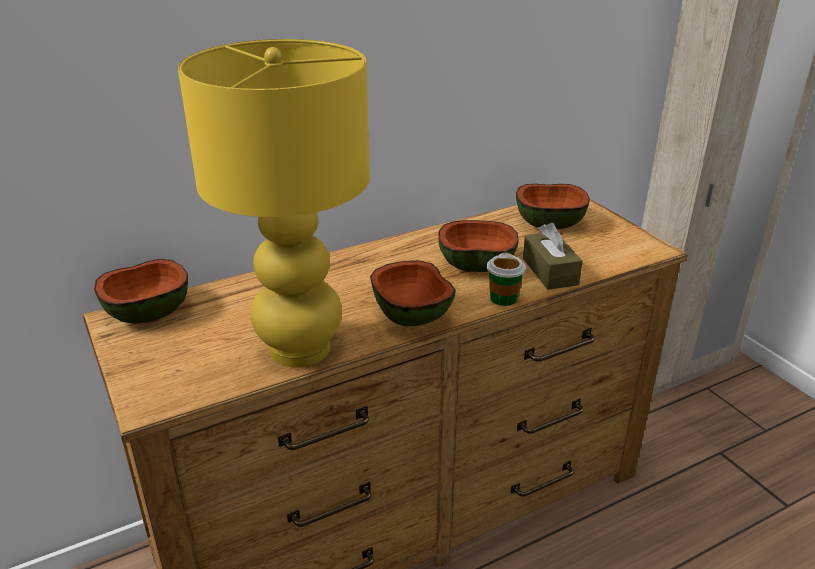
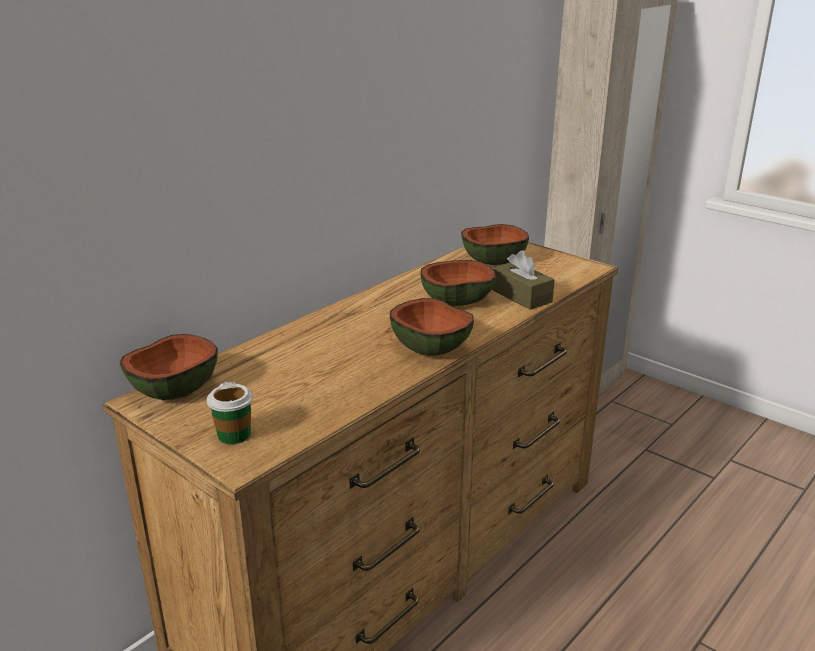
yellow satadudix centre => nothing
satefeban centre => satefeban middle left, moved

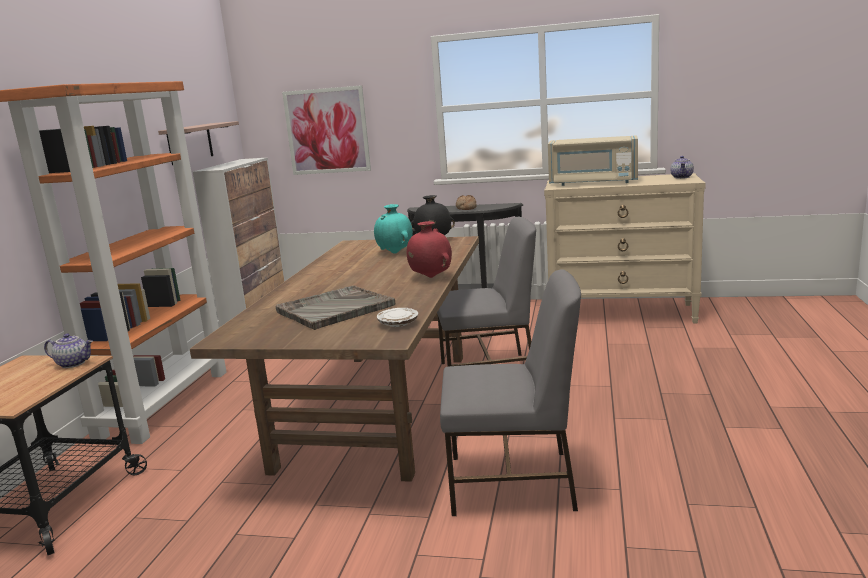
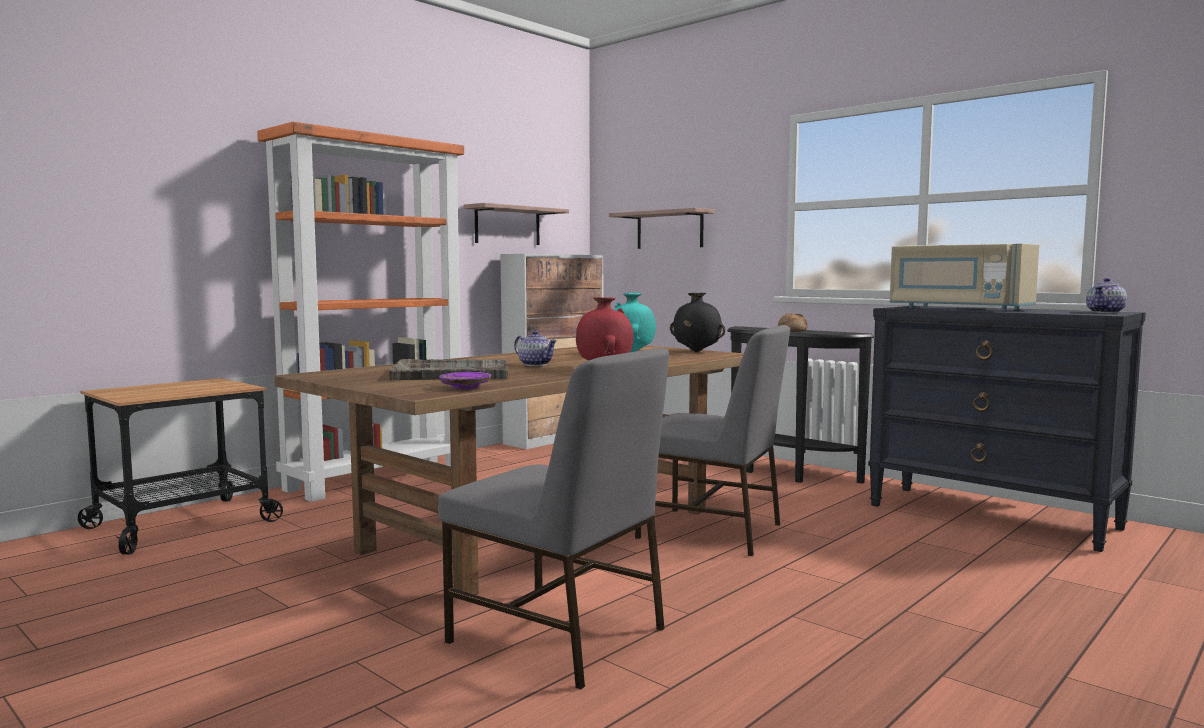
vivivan (1st from left) middle left => vivivan (1st from left) centre, moved
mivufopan top centre => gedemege (2nd from left) top centre
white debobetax centre => purple debobetax centre
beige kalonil middle right => black kalonil middle right

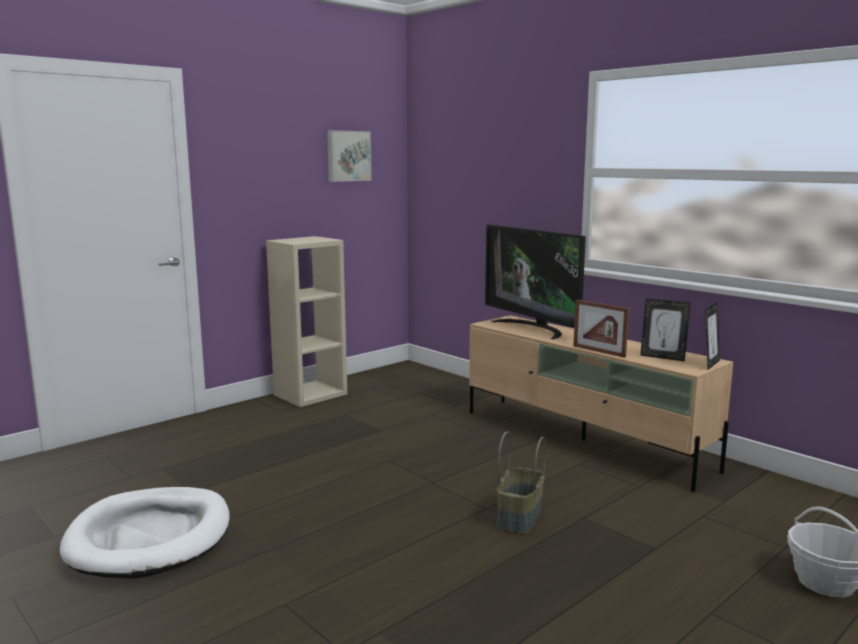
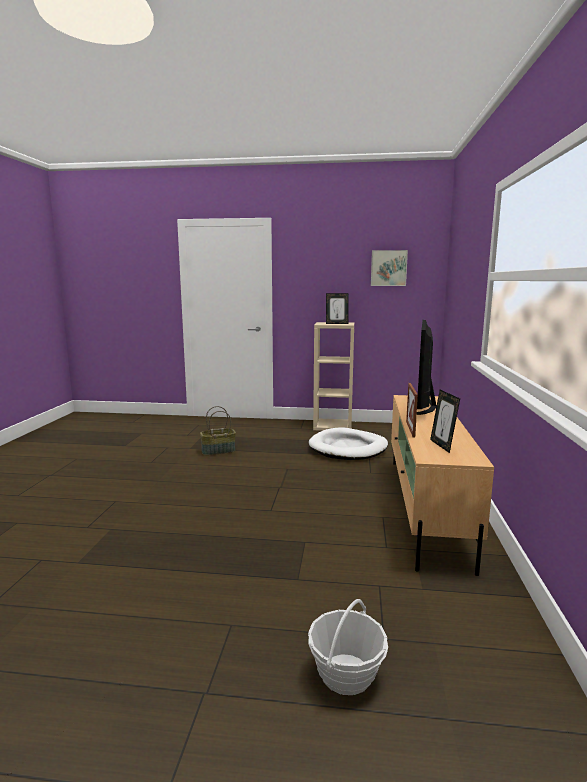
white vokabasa bottom left => white vokabasa centre, moved
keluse (1st from left) bottom centre => keluse (1st from left) centre, moved
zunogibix (3rd from left in the first image) middle right => zunogibix (1st from left) centre, moved

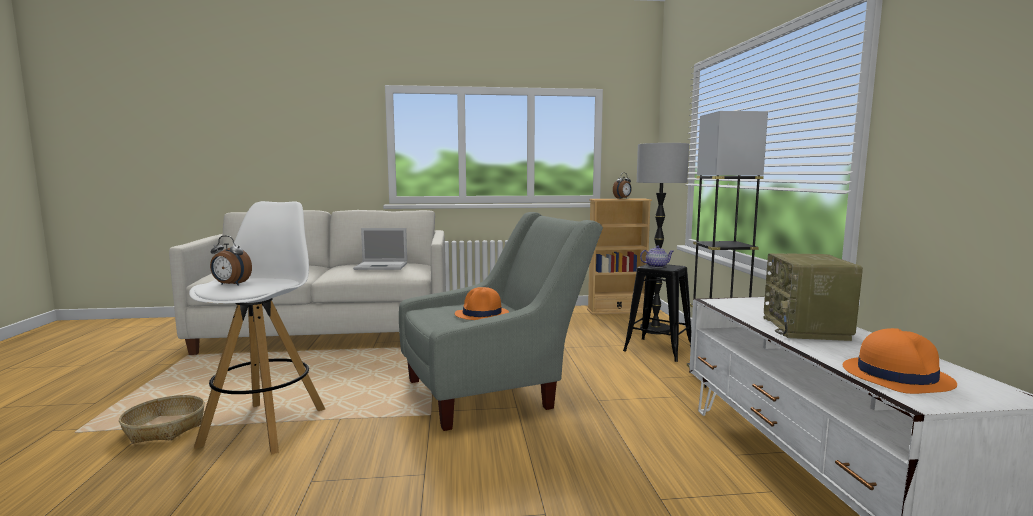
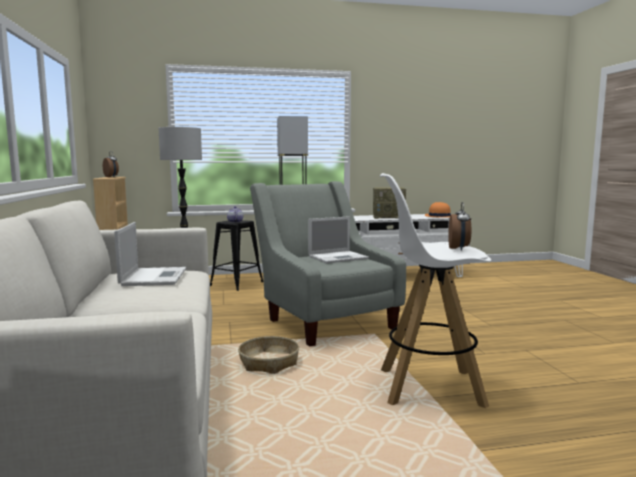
keluse bottom left => keluse bottom centre, moved
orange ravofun (1st from left) centre => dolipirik (2nd from left) centre

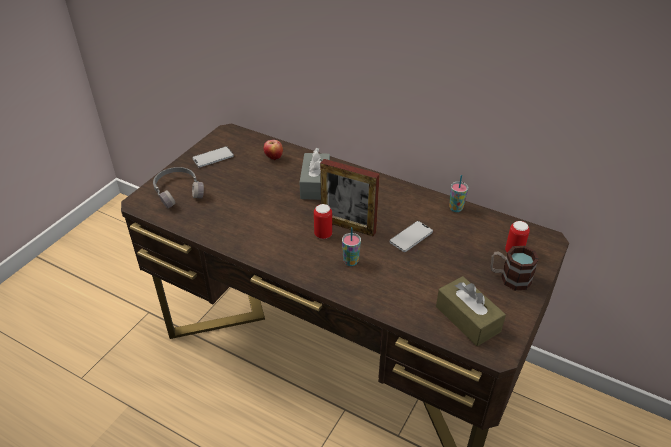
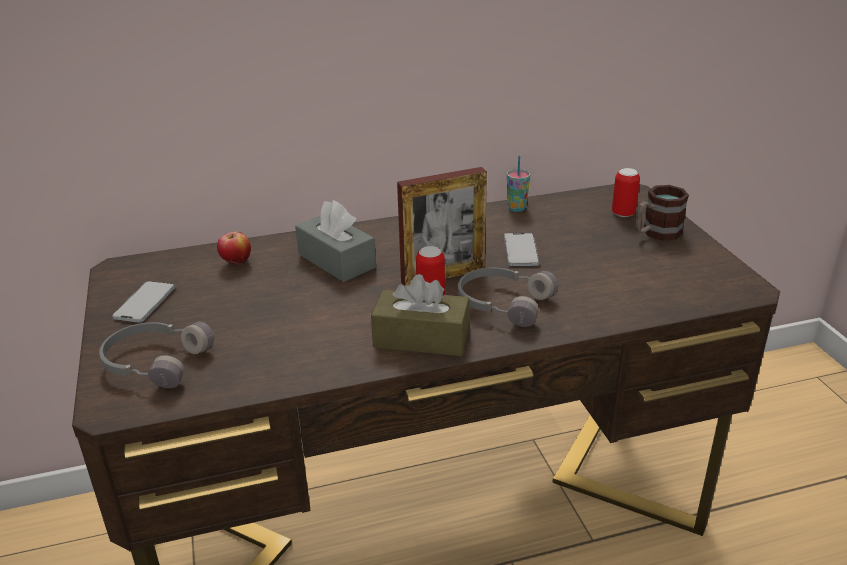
satefeban (1st from left) centre => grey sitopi (2nd from left) centre
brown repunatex bottom right => brown repunatex centre, moved

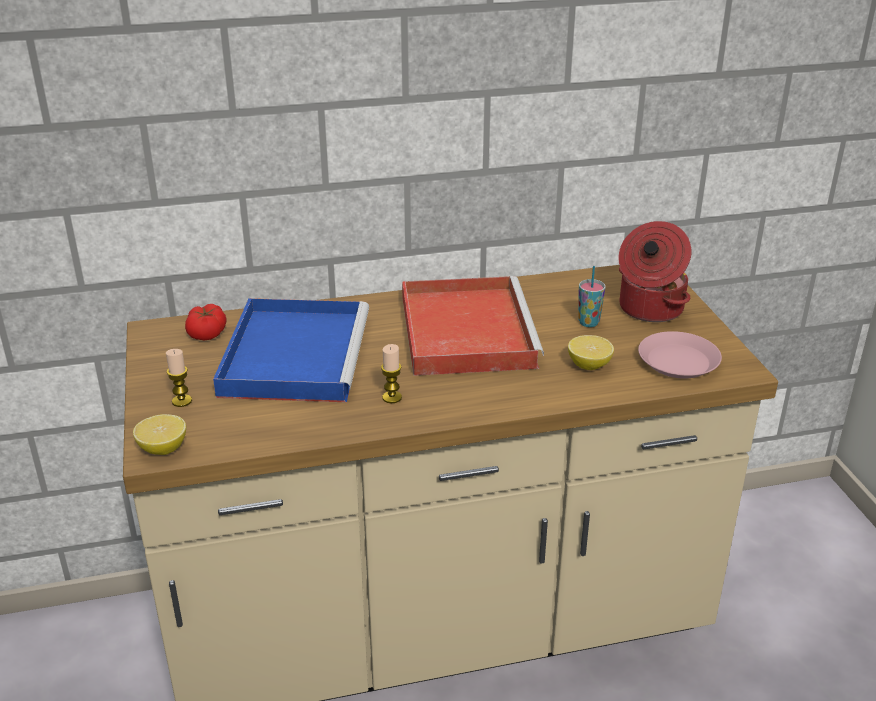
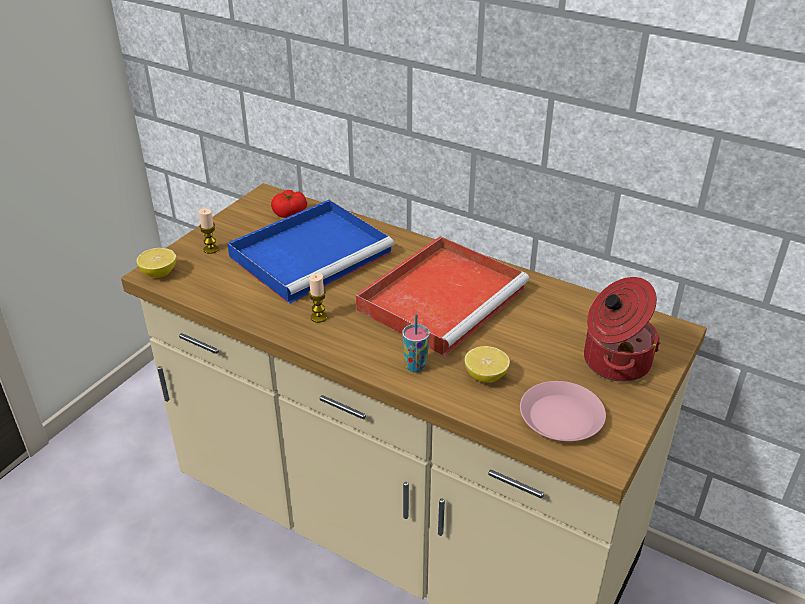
satefeban middle right => satefeban centre, moved

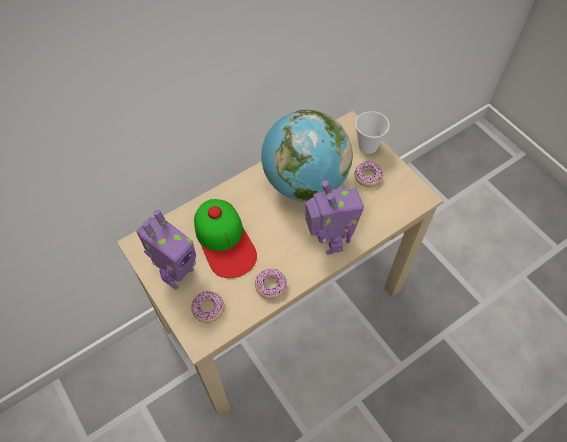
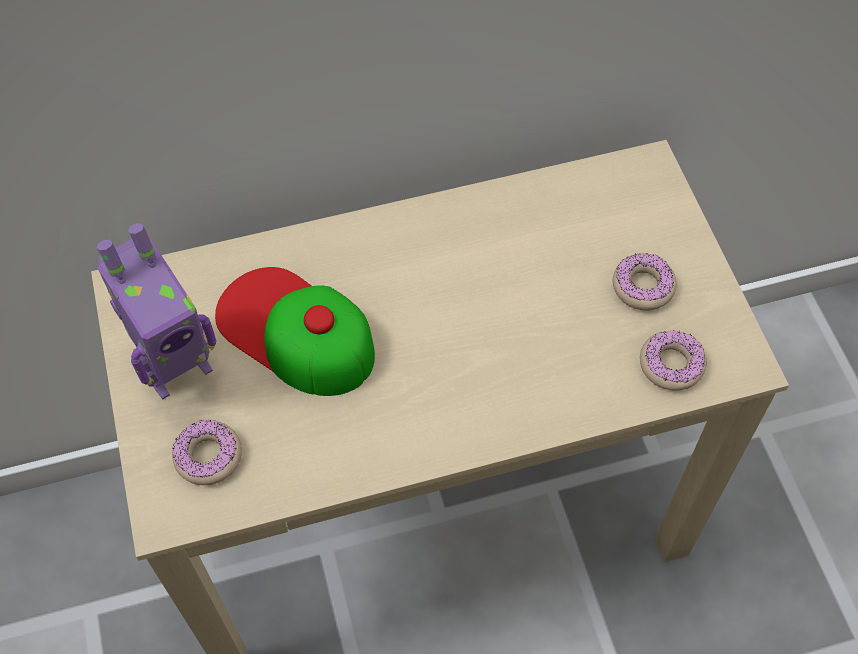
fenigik centre, 135 degrees clockwise
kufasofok (2nd from left in the first image) centre => kufasofok (3rd from left) middle right, moved
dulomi centre => nothing
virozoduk (2nd from left) centre => nothing
satefeban top centre => nothing

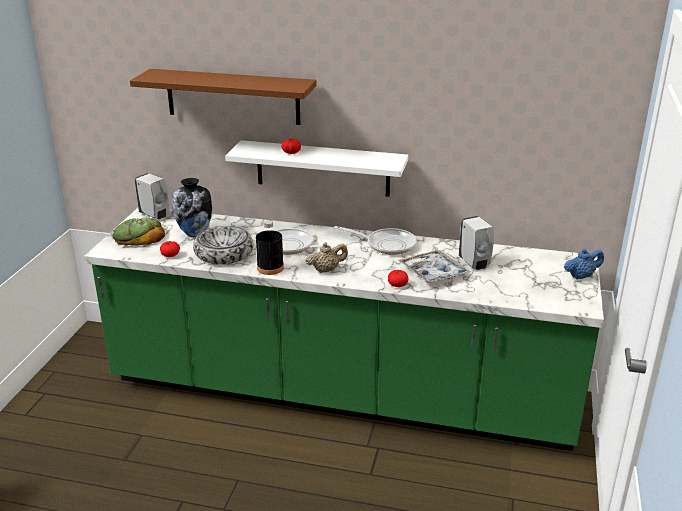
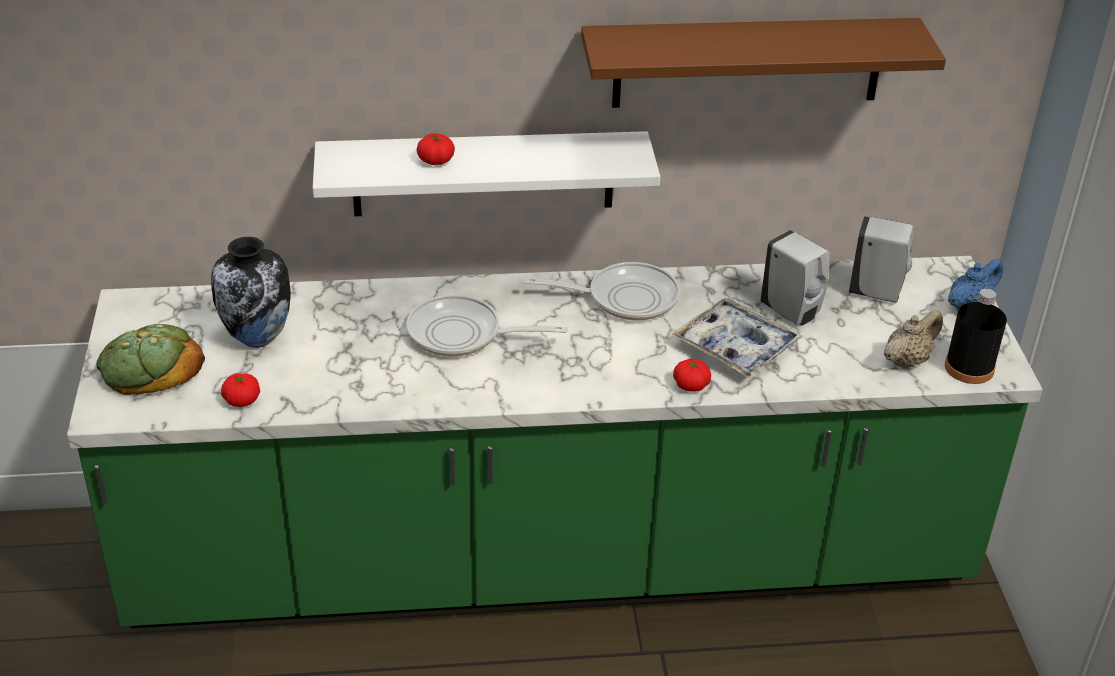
brown gedemege top left => brown gedemege top right, moved
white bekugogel (1st from left in the first image) middle left => white bekugogel (2nd from left) middle right, moved
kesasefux middle left => nothing
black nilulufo centre => black nilulufo middle right, moved
beige vivivan centre => beige vivivan middle right, moved

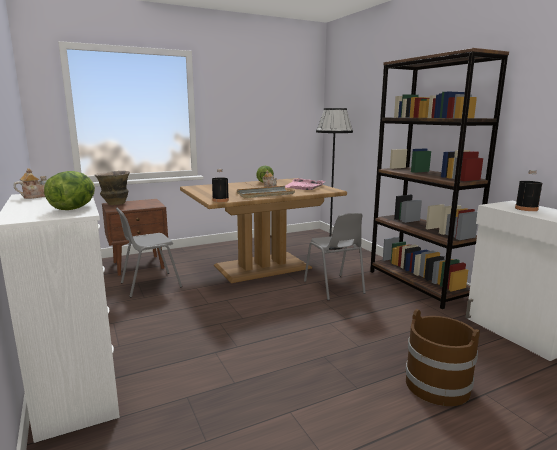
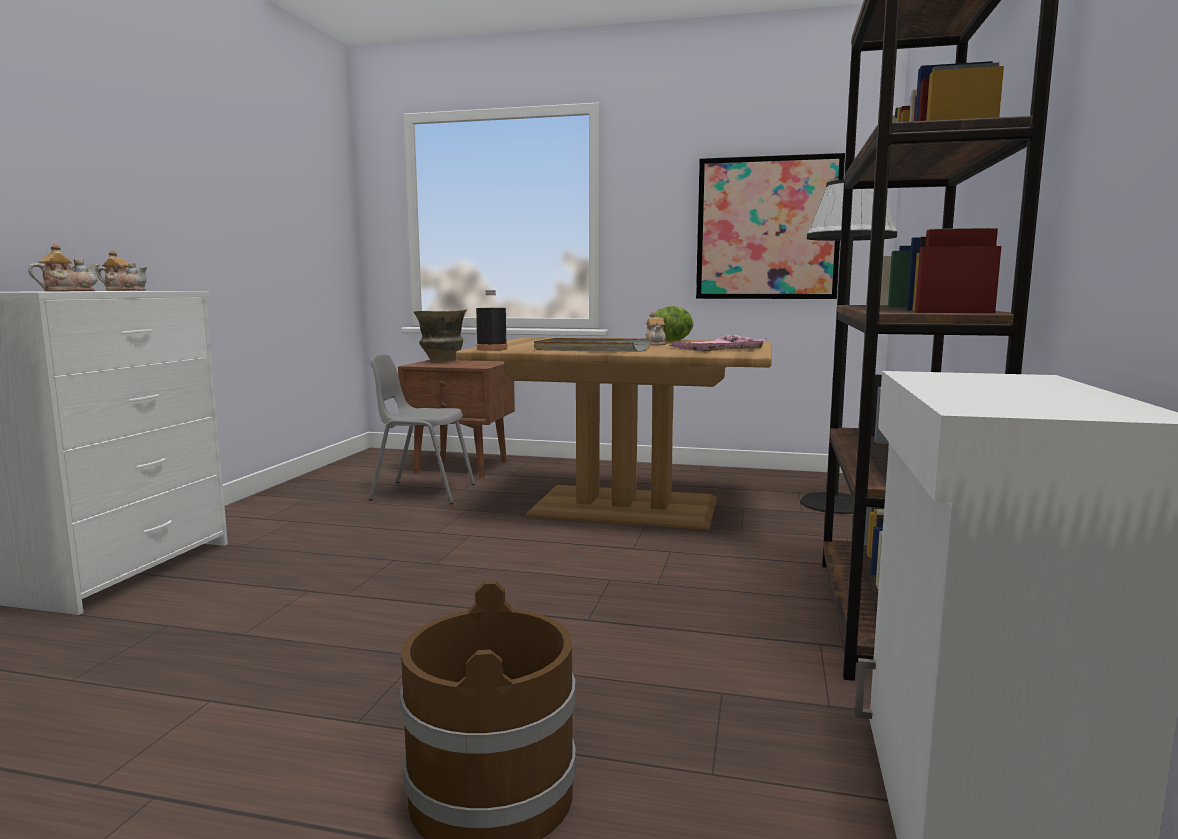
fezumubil (1st from left) middle left => vivivan (1st from left) top left
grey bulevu (2nd from left) centre => nothing
black nilulufo (2nd from left) middle right => nothing
nothing => mivufopan top centre

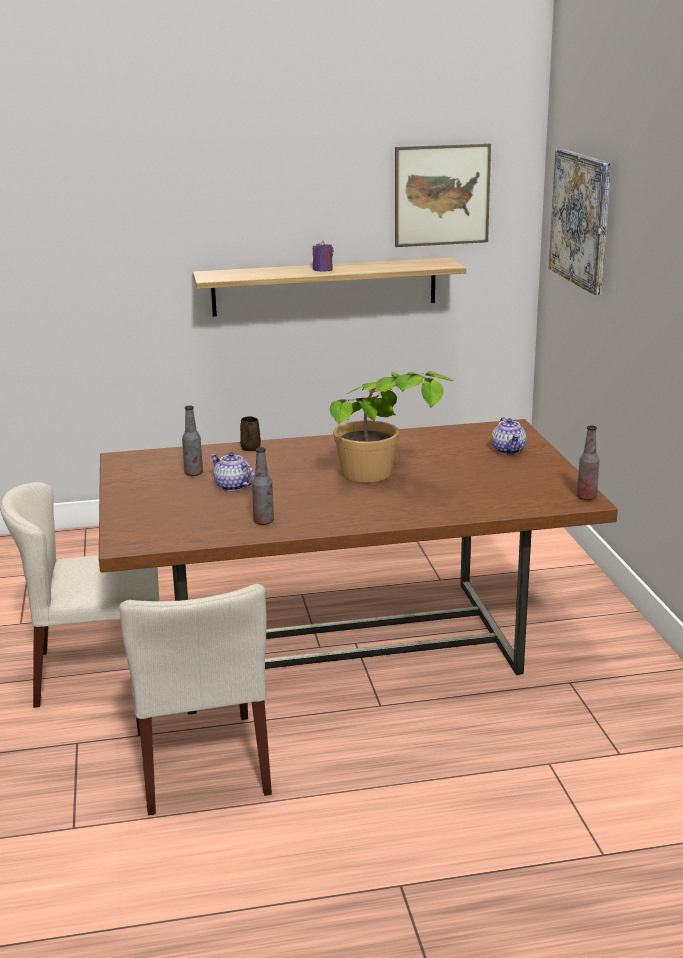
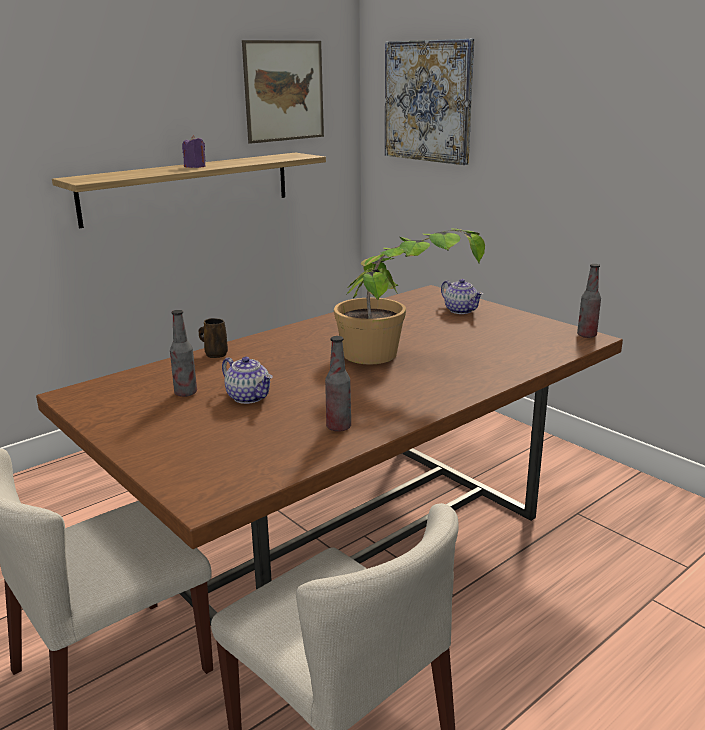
vivivan (1st from left) centre, 150 degrees counterclockwise

